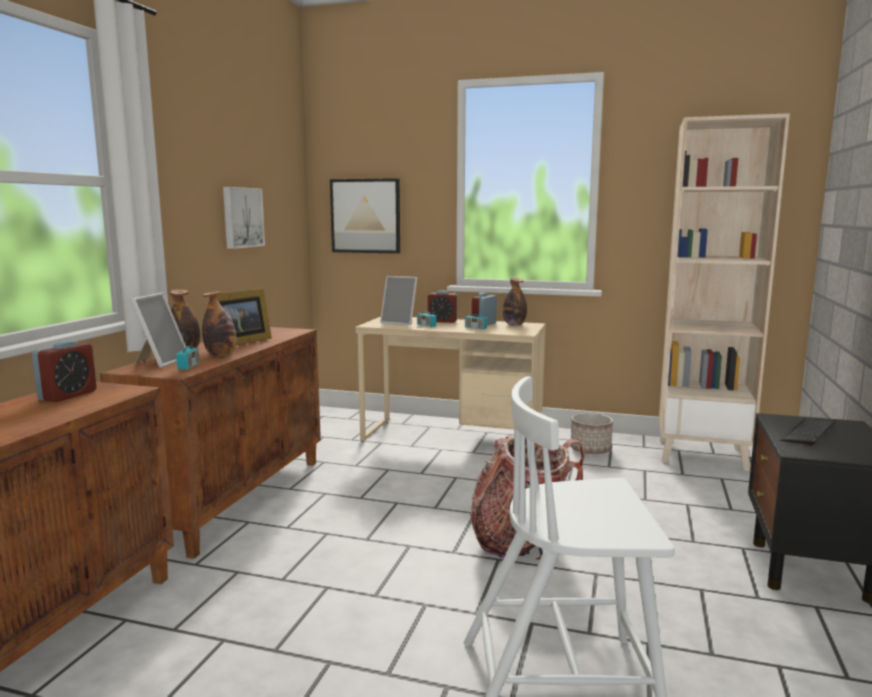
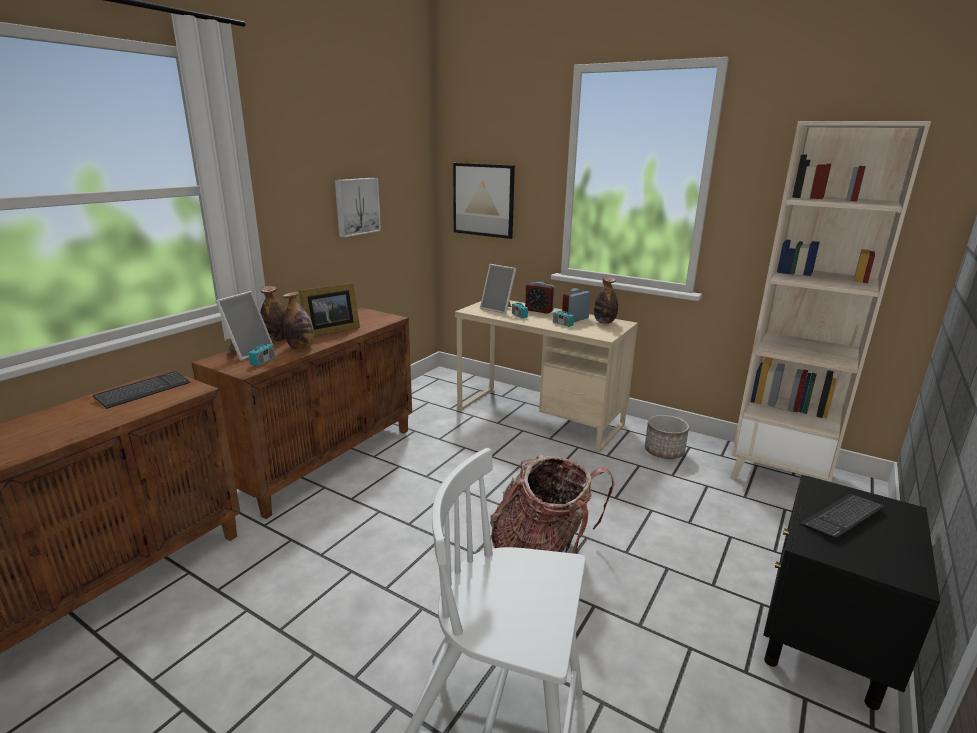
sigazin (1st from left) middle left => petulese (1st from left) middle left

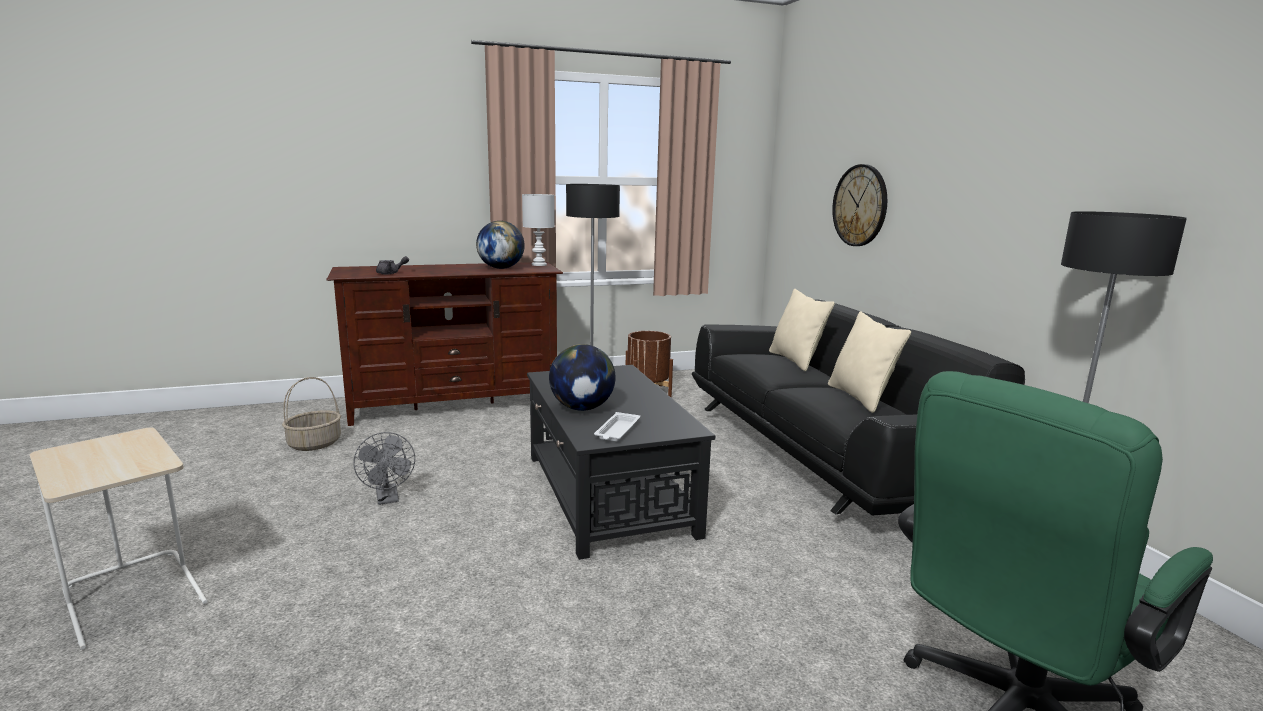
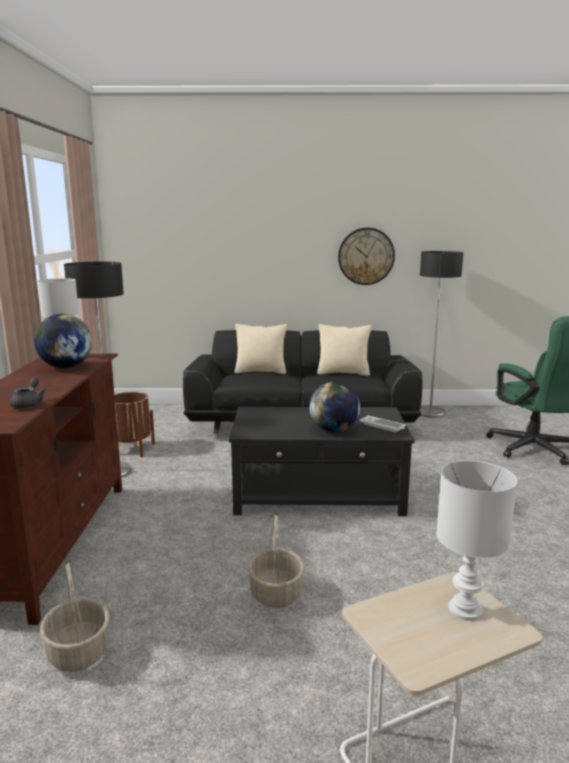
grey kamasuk middle left => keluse (2nd from left) bottom centre
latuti top right => latuti centre, moved
nothing => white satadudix (2nd from left) bottom right

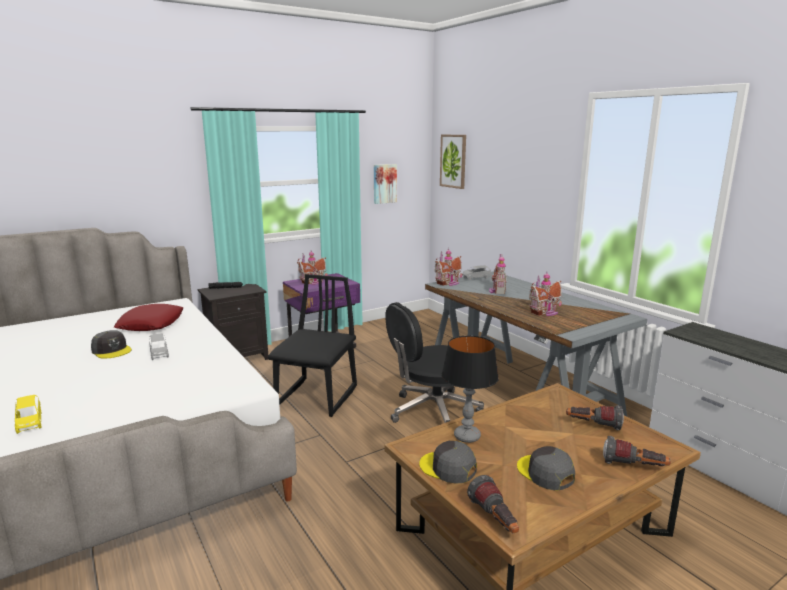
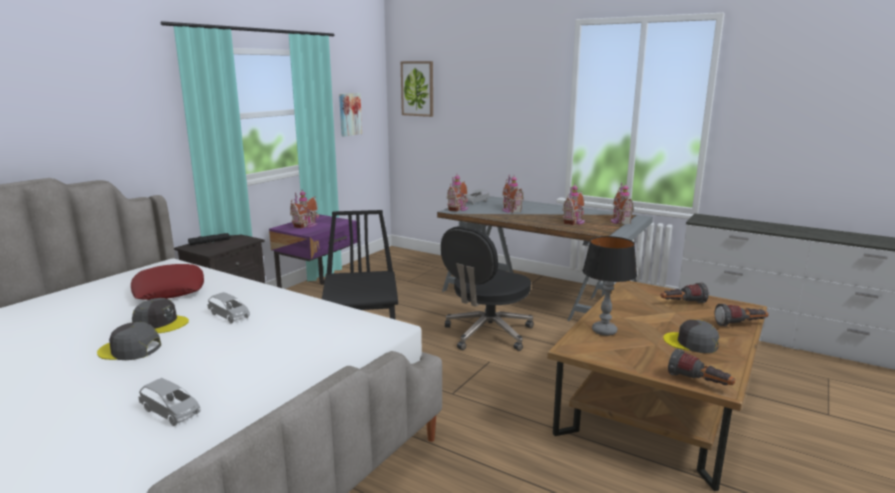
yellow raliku bottom left => grey raliku (1st from left) bottom left
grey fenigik (2nd from left in the first image) bottom centre => grey fenigik (1st from left) bottom left, moved
nothing => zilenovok (5th from left) middle right

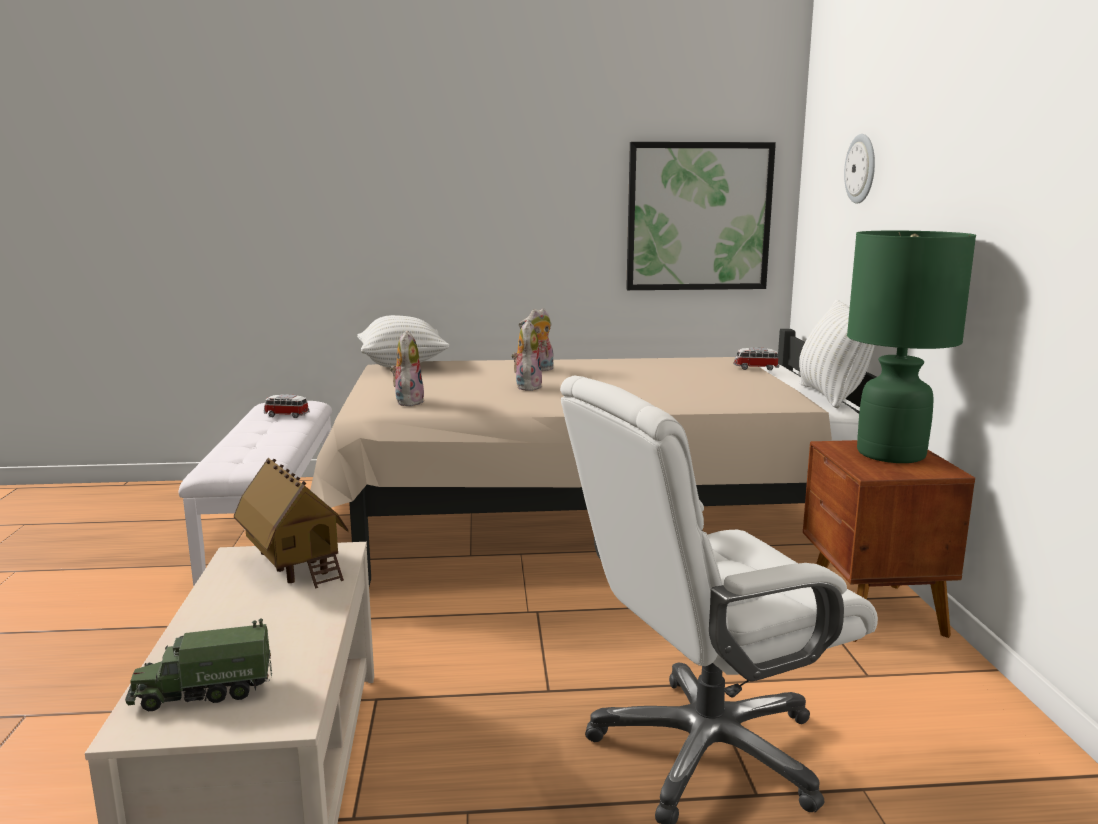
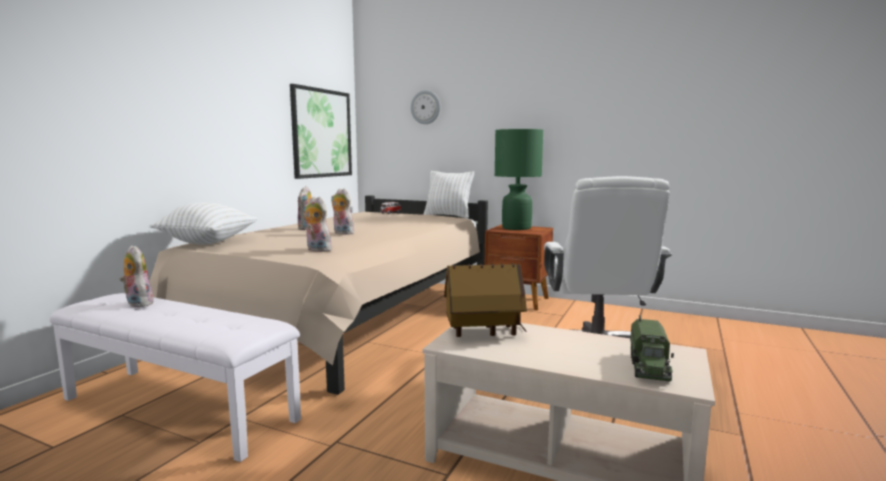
raliku (1st from left) middle left => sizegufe (1st from left) middle left

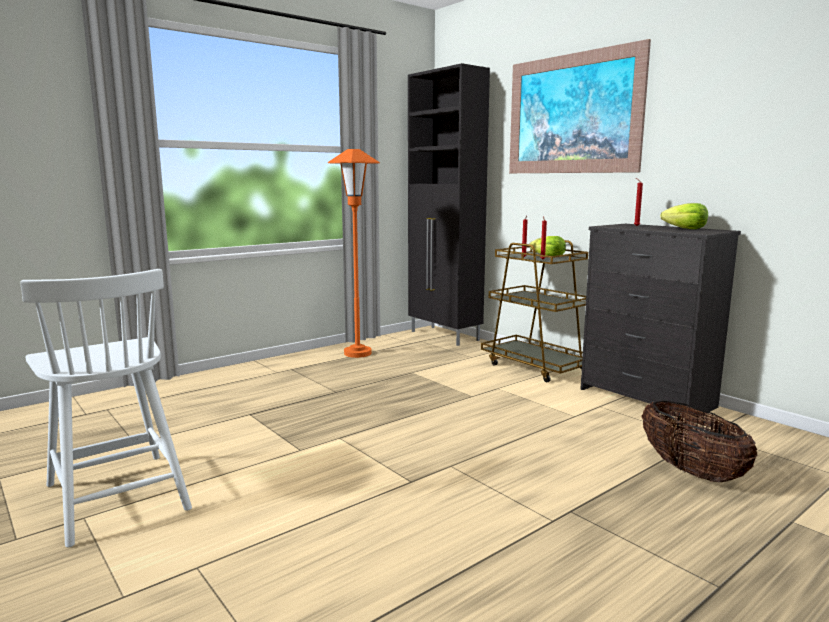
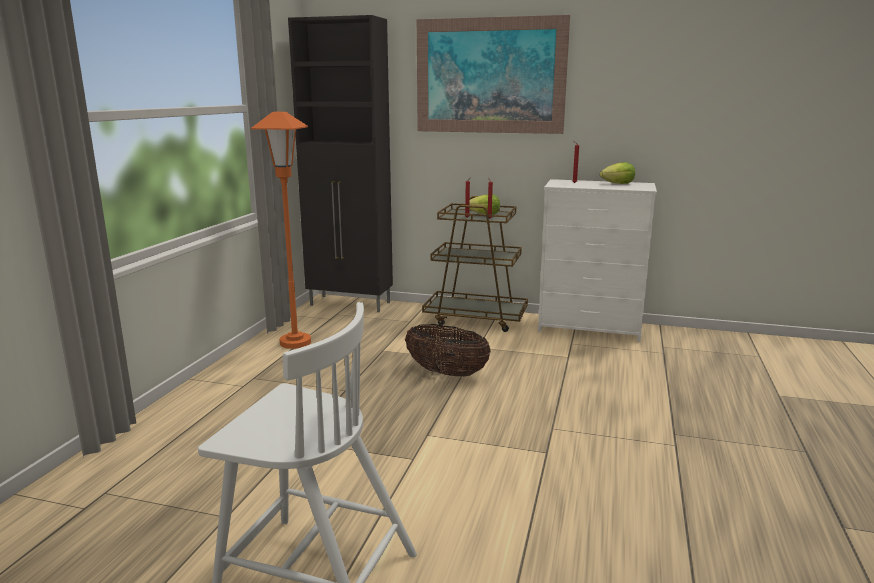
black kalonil middle right => white kalonil middle right
keluse bottom right => keluse centre, moved

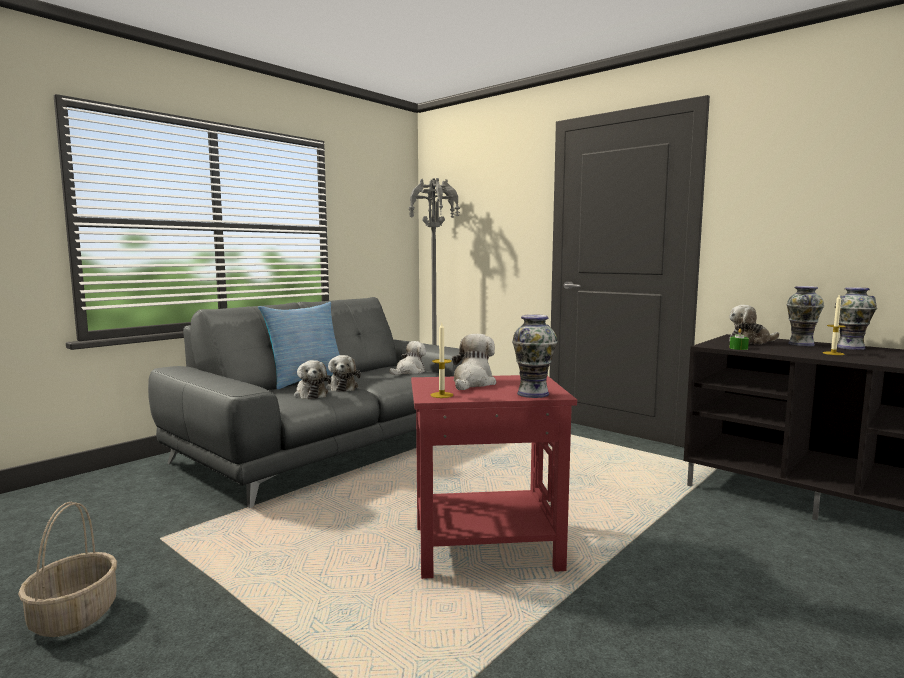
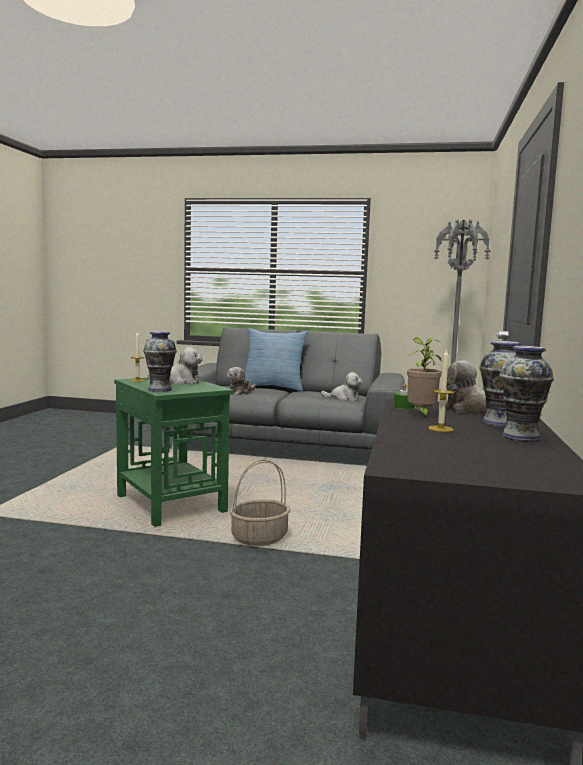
keluse bottom left => keluse centre, moved
sizegufe (2nd from left) centre => nothing
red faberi bottom centre => green faberi middle left
nothing => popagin middle right

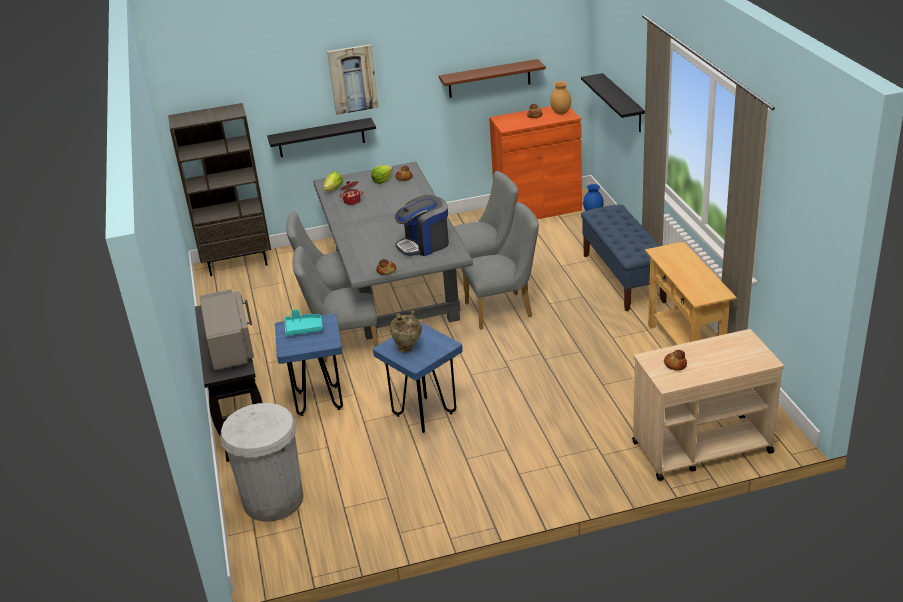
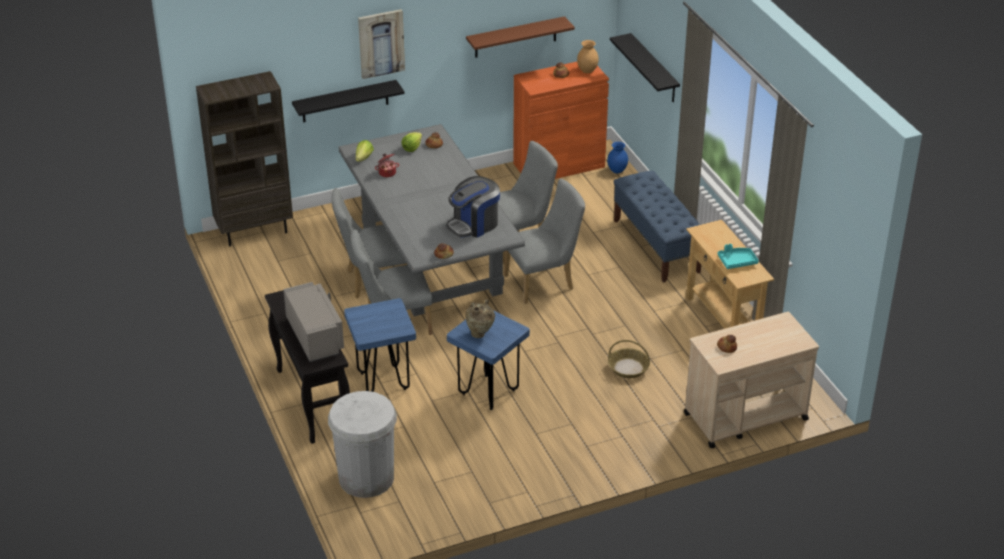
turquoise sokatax centre => turquoise sokatax middle right, moved
nothing => keluse centre

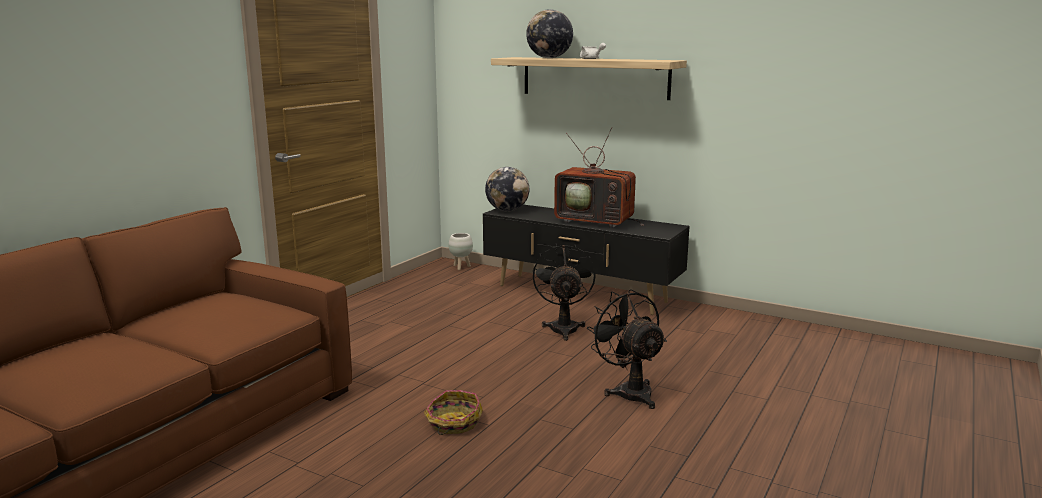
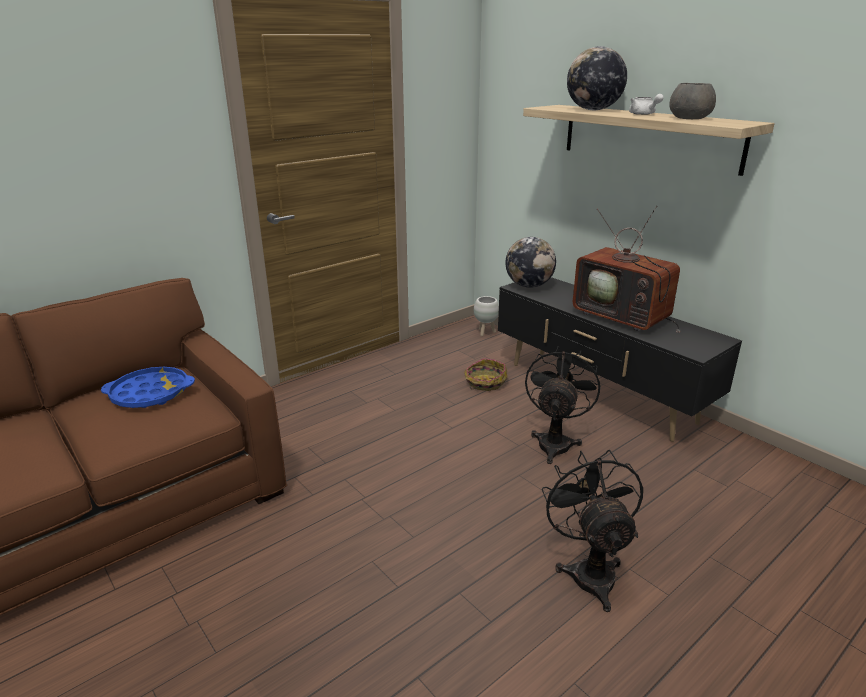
keluse bottom centre => keluse centre, moved
nothing => blue sokatax middle left
nothing => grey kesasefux top right

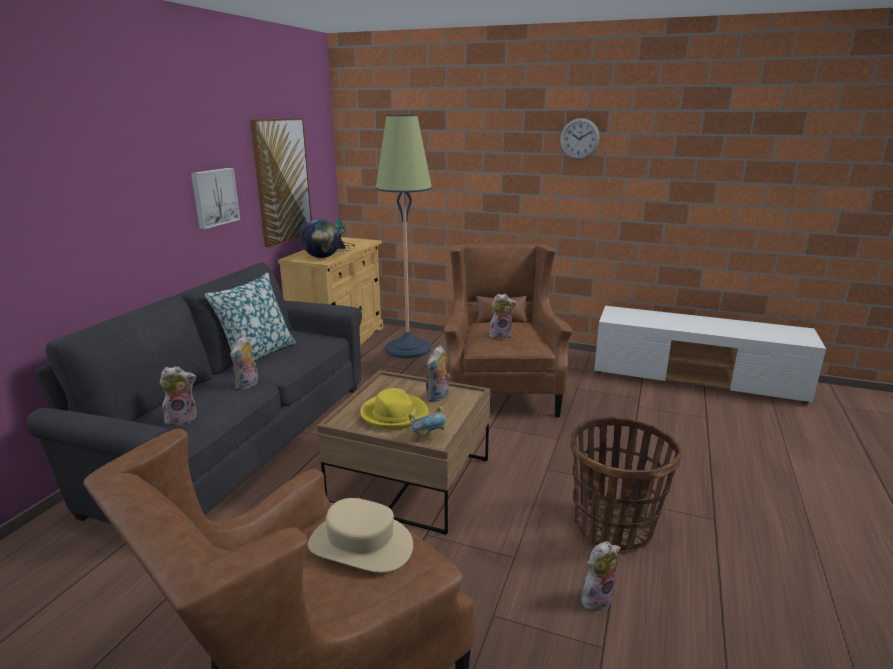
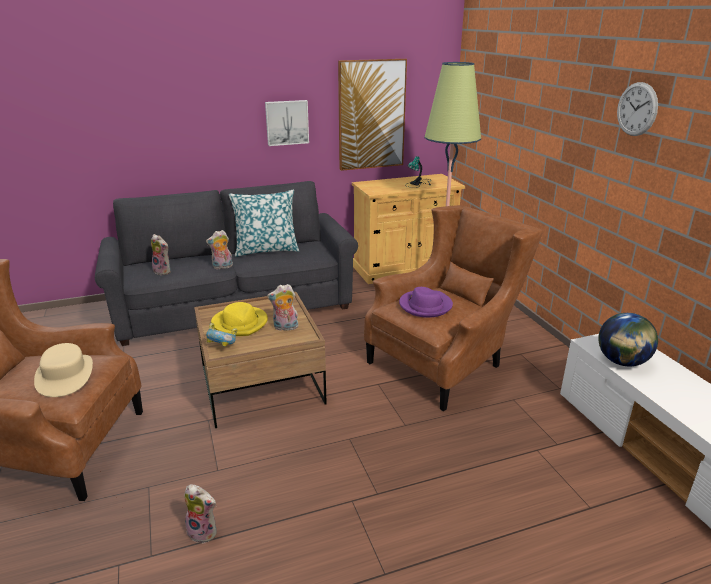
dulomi centre => dulomi middle right, moved
sizegufe (4th from left) centre => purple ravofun centre
keluse bottom right => nothing

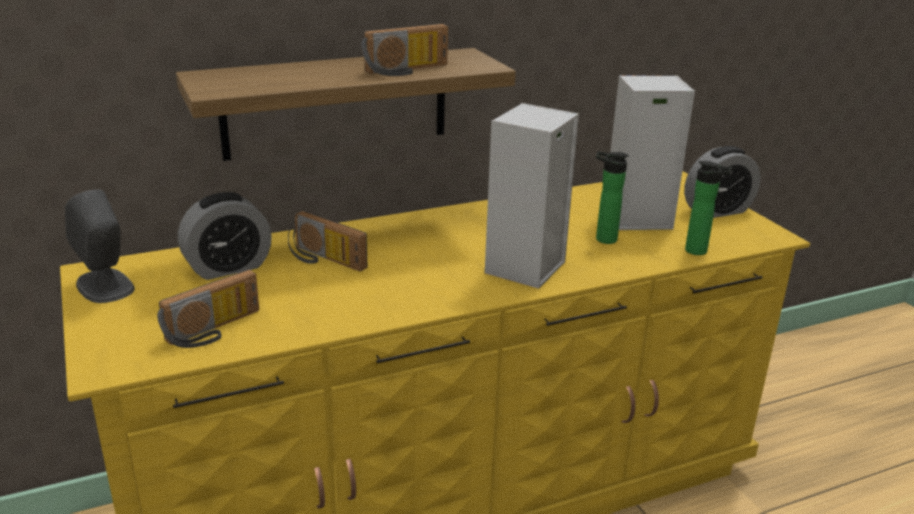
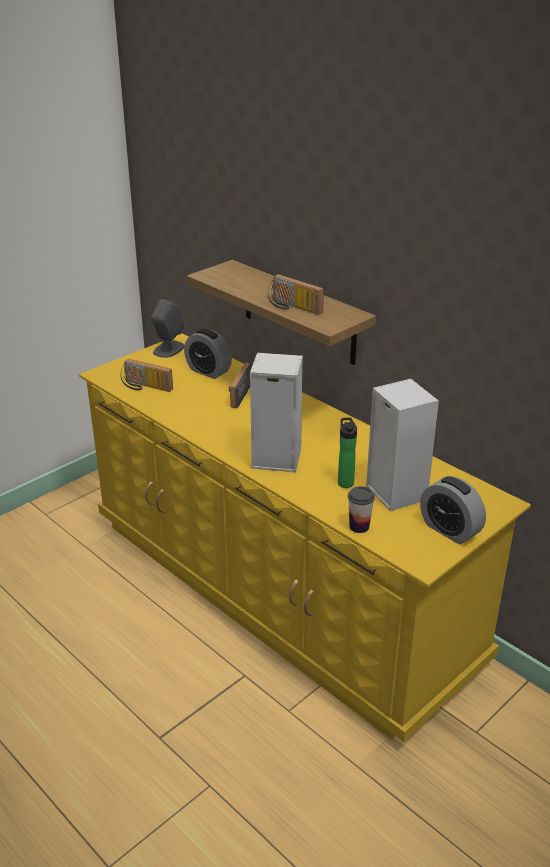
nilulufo (2nd from left) middle right => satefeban centre

